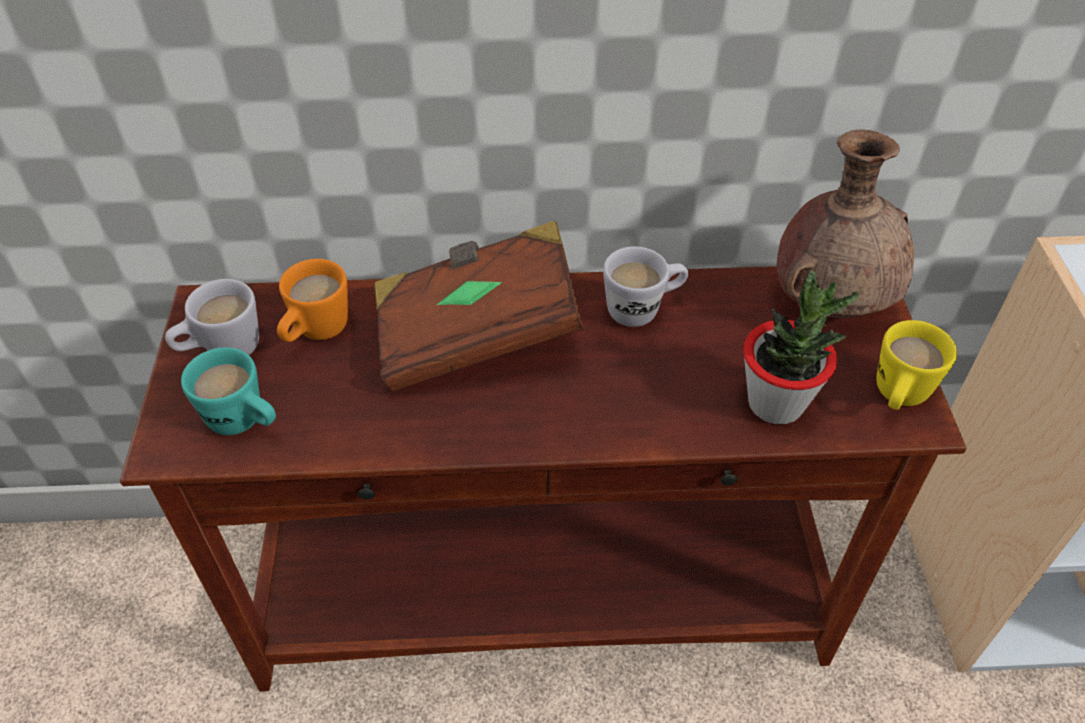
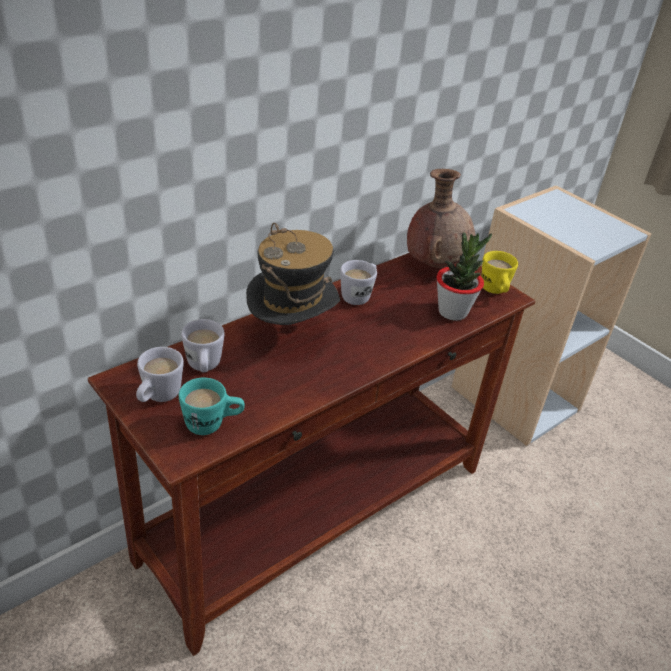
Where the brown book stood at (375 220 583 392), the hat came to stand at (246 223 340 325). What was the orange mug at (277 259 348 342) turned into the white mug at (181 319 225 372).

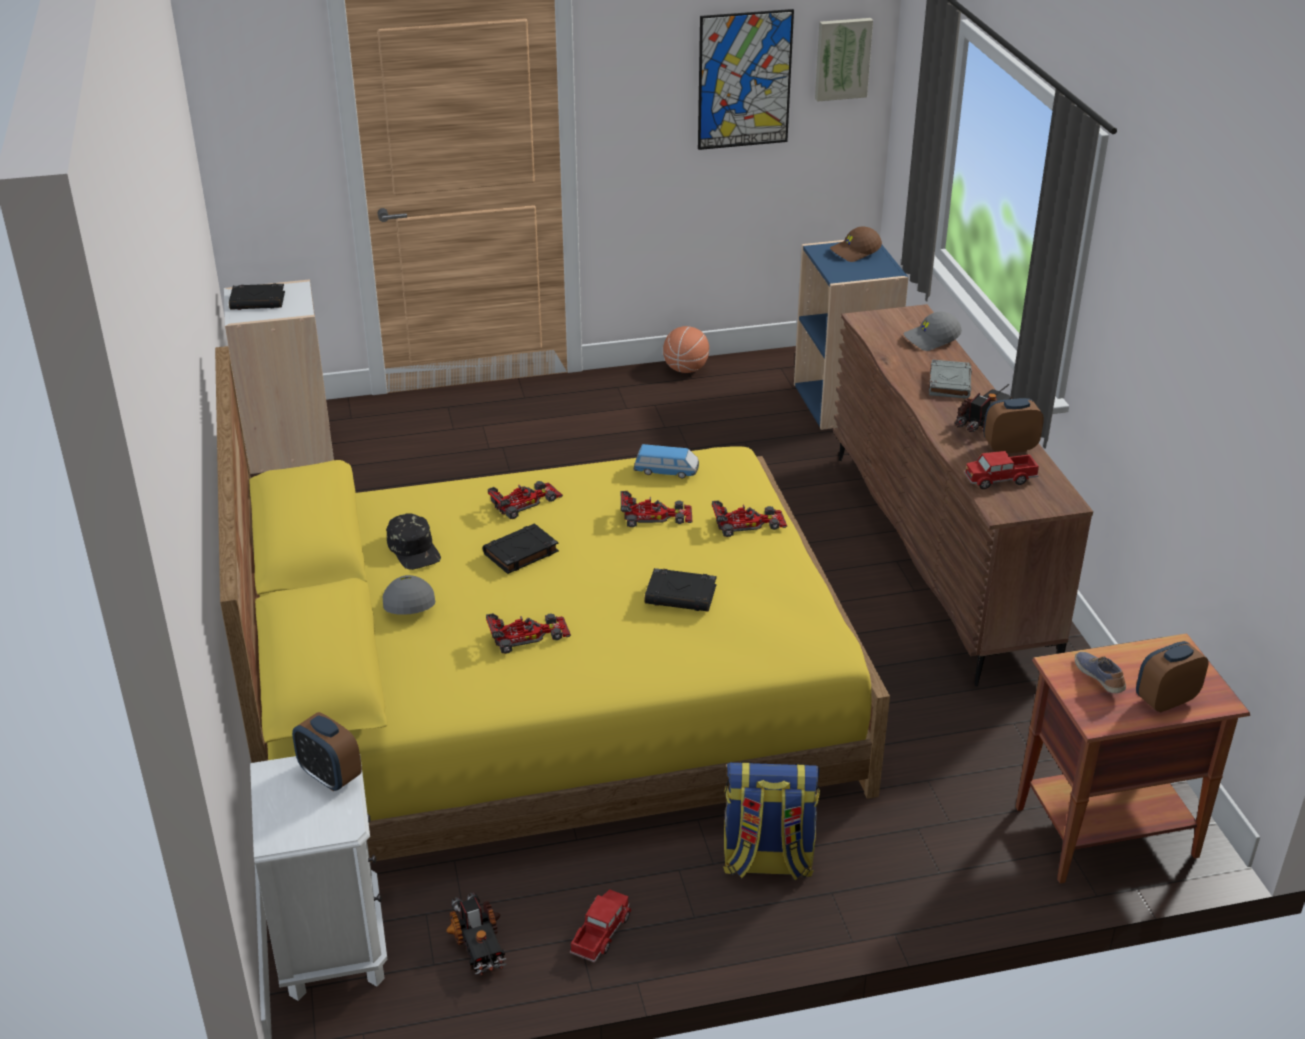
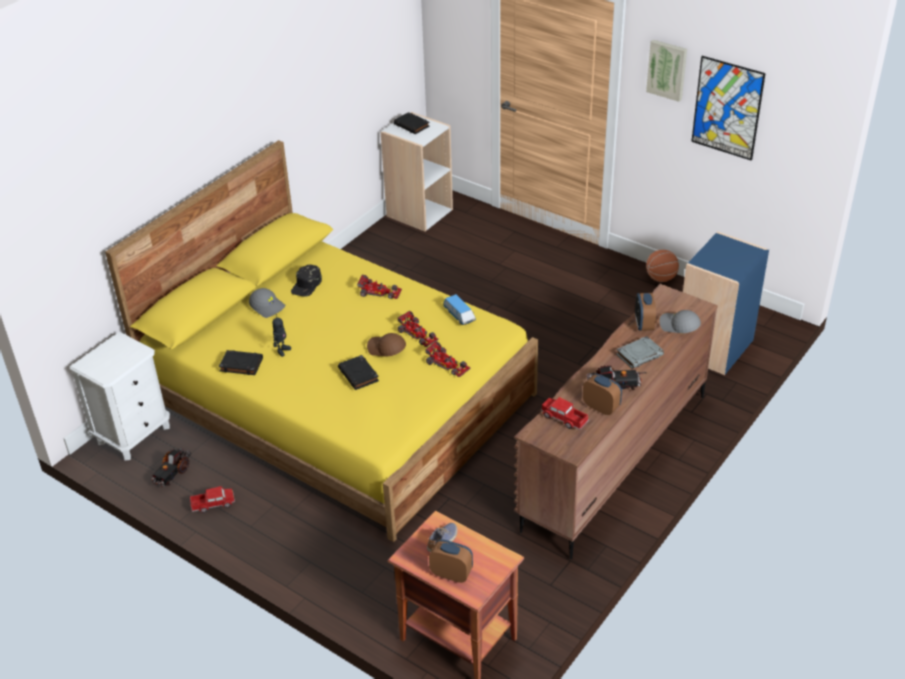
The second view lost the backpack at (723 762 820 881). The alarm clock ended up elsewhere, having gone from (292 712 362 791) to (635 293 656 331). The black book ended up elsewhere, having gone from (483 523 559 574) to (219 350 263 375). The picture ended up elsewhere, having gone from (815 18 873 102) to (646 40 687 102). The brown cap ended up elsewhere, having gone from (830 226 882 262) to (367 333 406 356). Where the toy car stood at (486 613 571 654), the toy robot came to stand at (272 314 291 357). The grey cap at (383 575 435 615) ended up facing another way, 90 degrees clockwise from before.

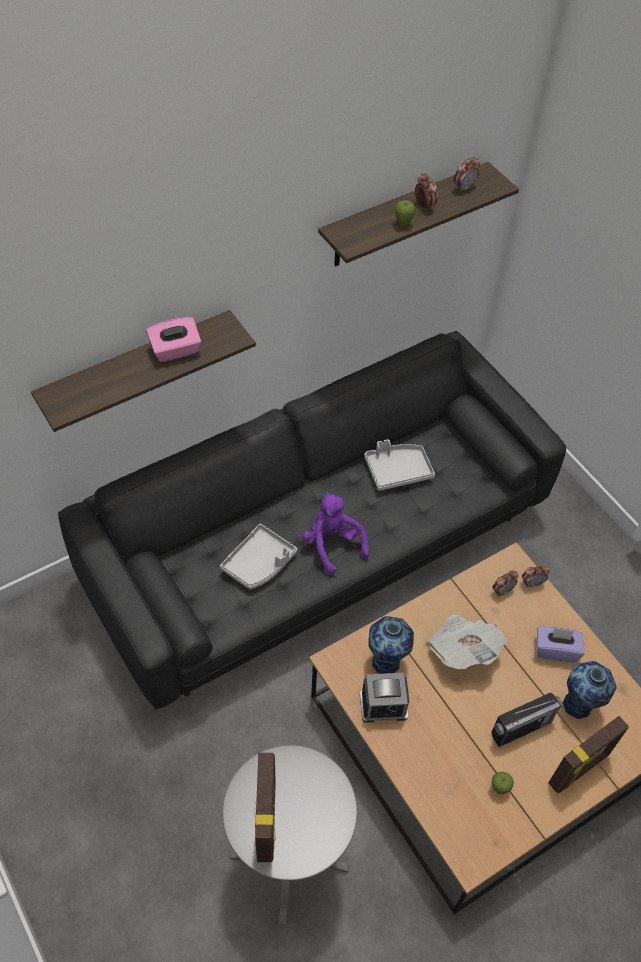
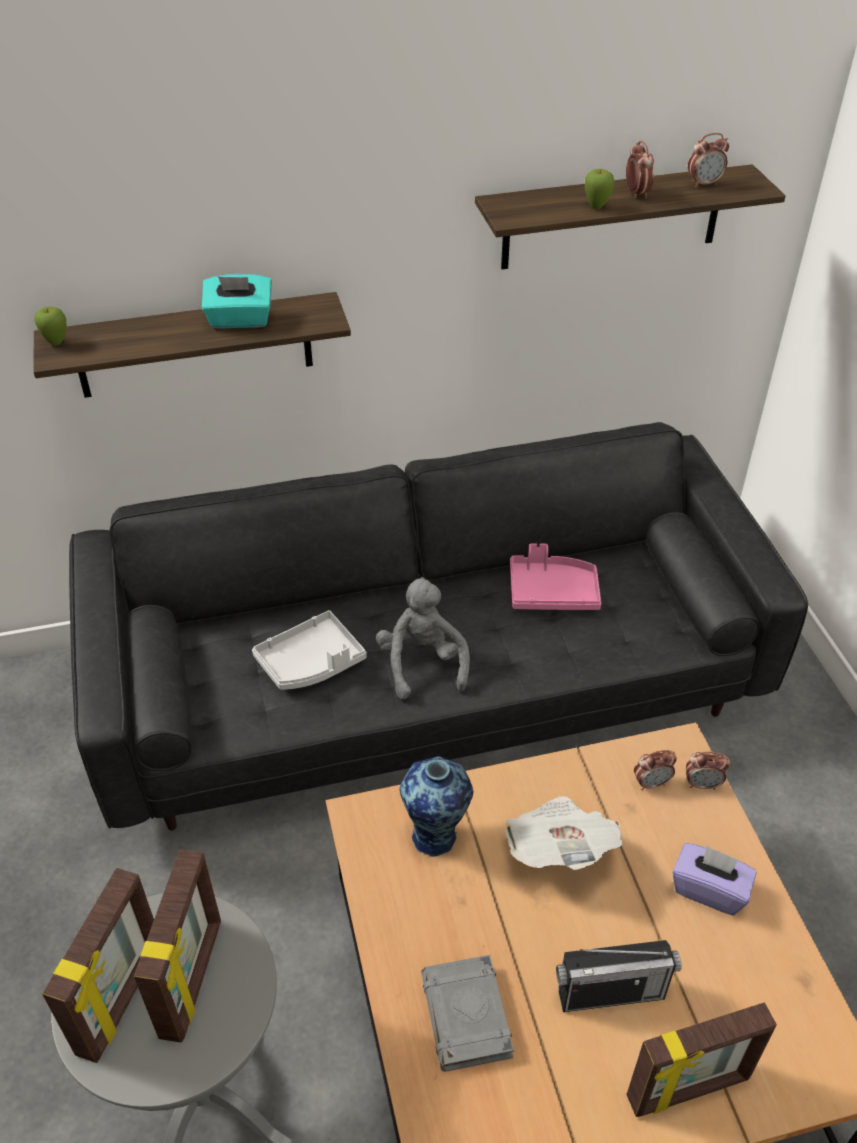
The second view lost the alarm clock at (360 673 409 723). The second view lost the vase at (563 661 617 719). The second view gained the picture frame at (134 849 221 1043). The second view gained the grey book at (421 955 514 1072). The apple ended up elsewhere, having gone from (492 772 514 794) to (34 306 67 346). What was the pink tissue box at (146 317 201 362) turned into the turquoise tissue box at (202 274 272 329). What was the purple plush toy at (302 492 369 575) turned into the grey plush toy at (376 577 470 699). What was the grey tray at (364 439 435 491) turned into the pink tray at (510 543 601 610).

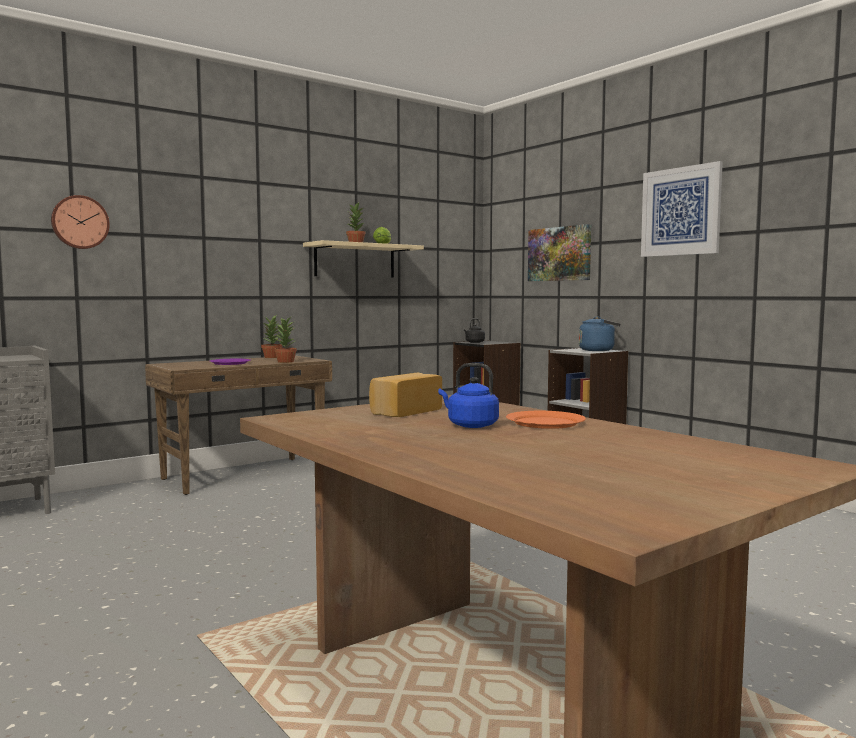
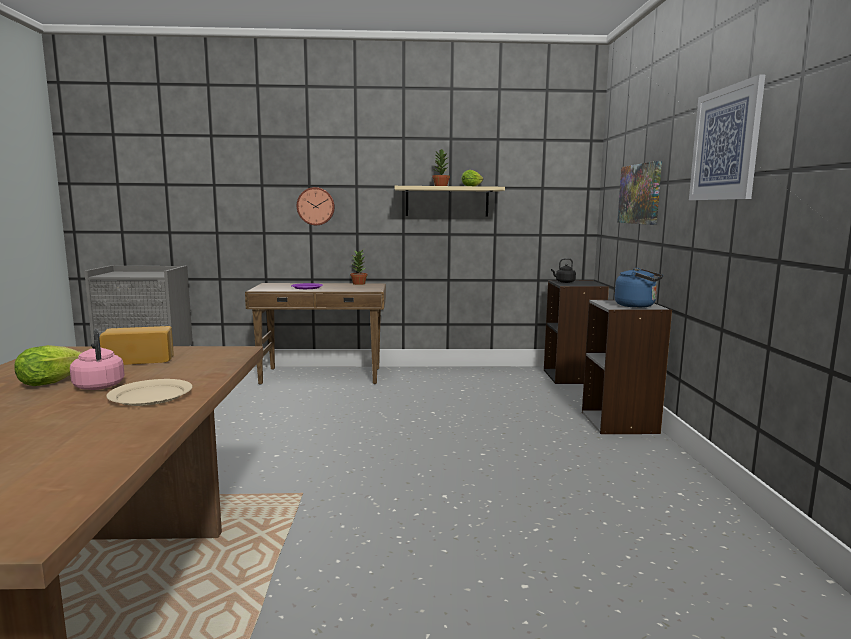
The second view lost the potted plant at (274 317 297 363). The second view gained the lettuce at (14 345 81 386). The wall clock ended up elsewhere, having gone from (51 195 110 249) to (297 187 335 225). What was the blue kettle at (438 363 499 428) turned into the pink kettle at (70 329 125 390). What was the orange plate at (506 411 586 429) turned into the beige plate at (106 379 193 406).

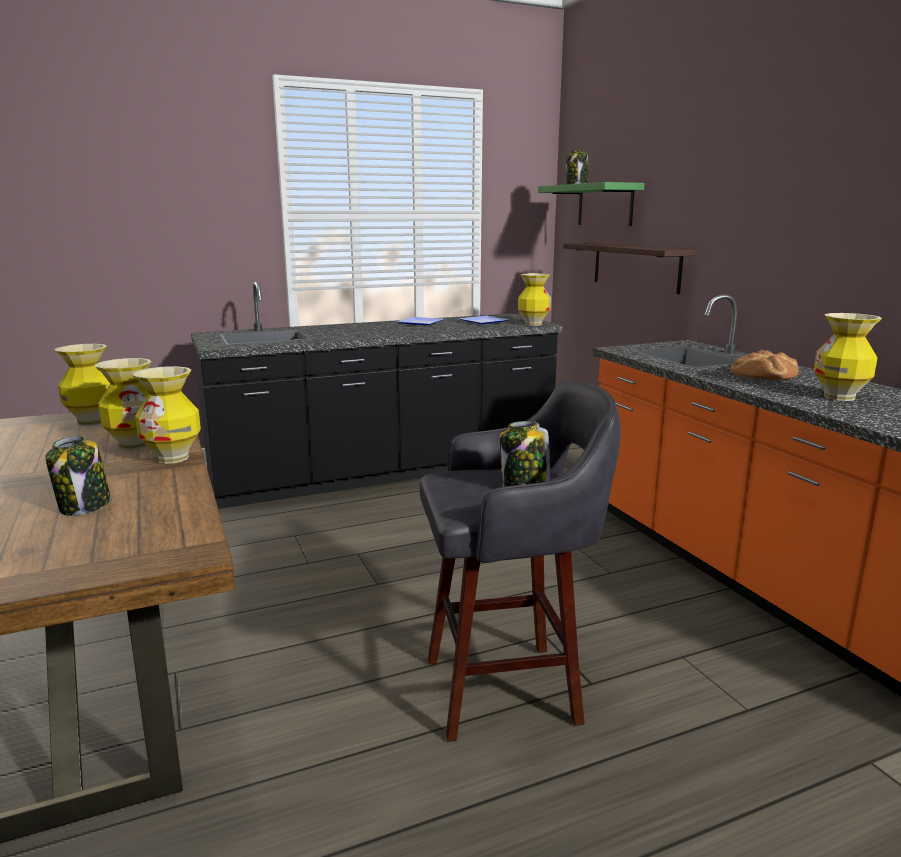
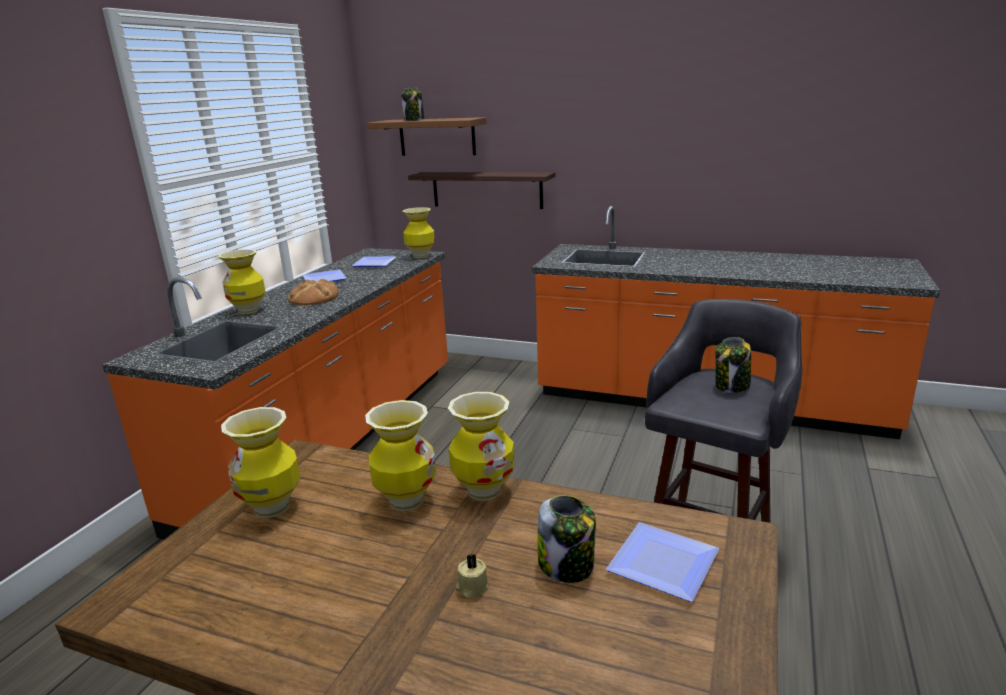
The second view gained the beige candle at (456 554 489 598). The second view gained the plate at (606 522 719 602). The bread ended up elsewhere, having gone from (730 350 799 380) to (288 279 339 305). The vase ended up elsewhere, having gone from (814 313 882 401) to (218 249 265 314). What was the black counter at (191 282 563 509) turned into the orange counter at (102 248 448 540). What was the green shelf at (538 182 645 226) turned into the brown shelf at (367 117 487 156).

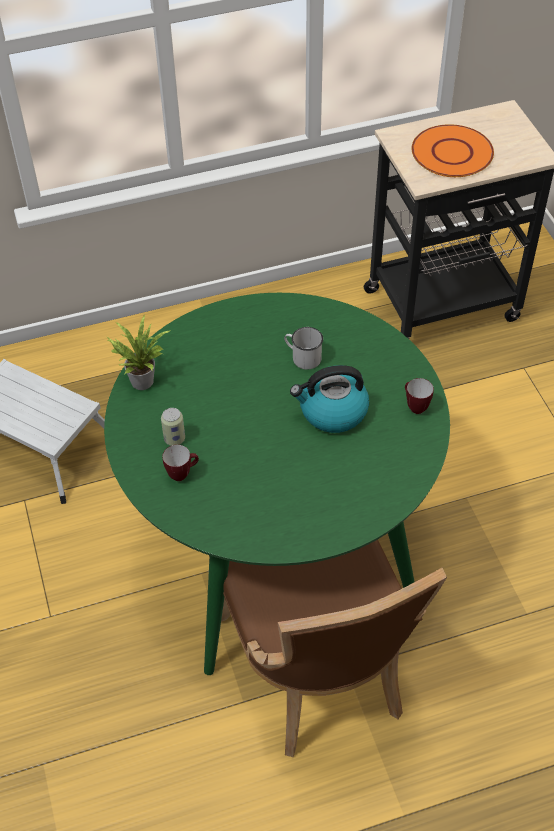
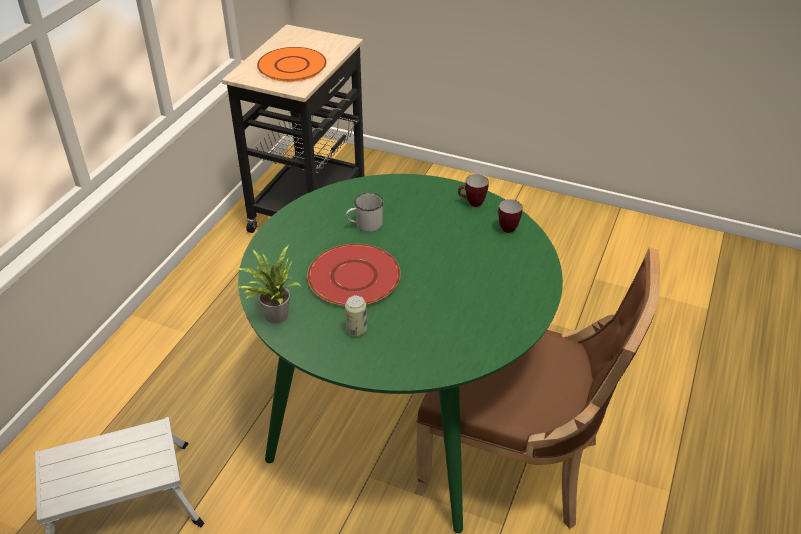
The second view lost the kettle at (290 365 369 433). The second view gained the red plate at (307 244 401 306). The mug ended up elsewhere, having gone from (162 445 199 481) to (498 199 523 233).

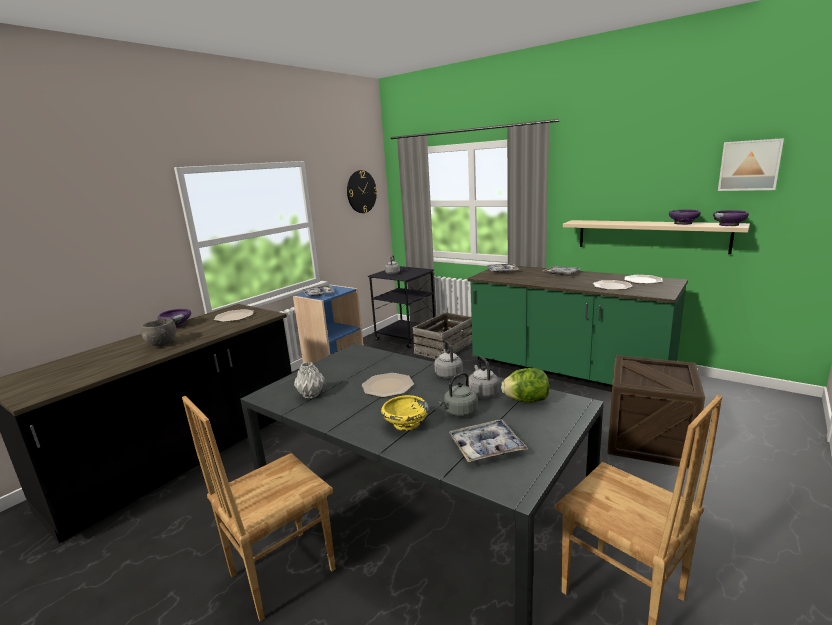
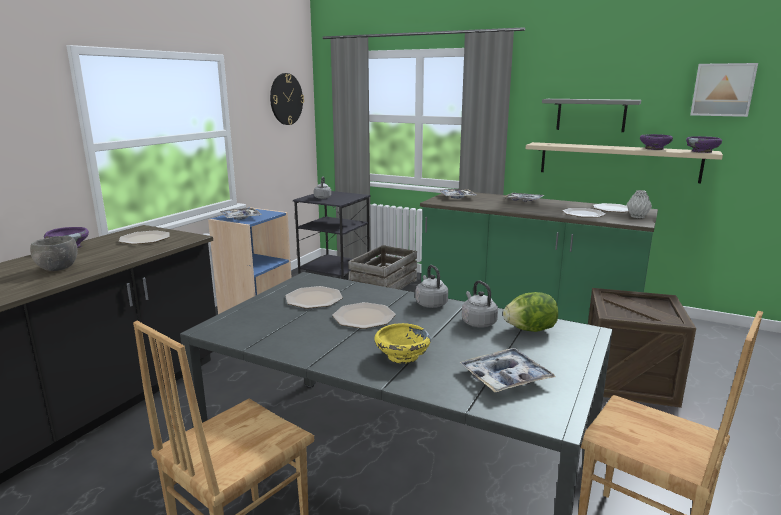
The second view lost the grey kettle at (438 372 477 417). The second view gained the plate at (286 286 343 309). The second view gained the grey shelf at (542 99 641 132). The grey vase ended up elsewhere, having gone from (294 362 325 399) to (626 190 652 218).

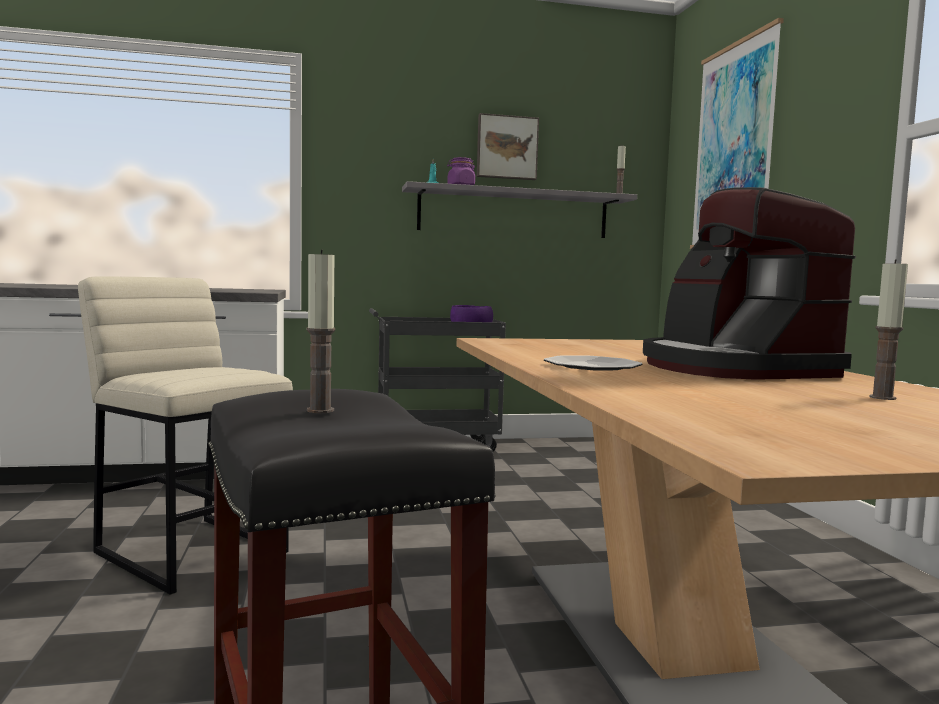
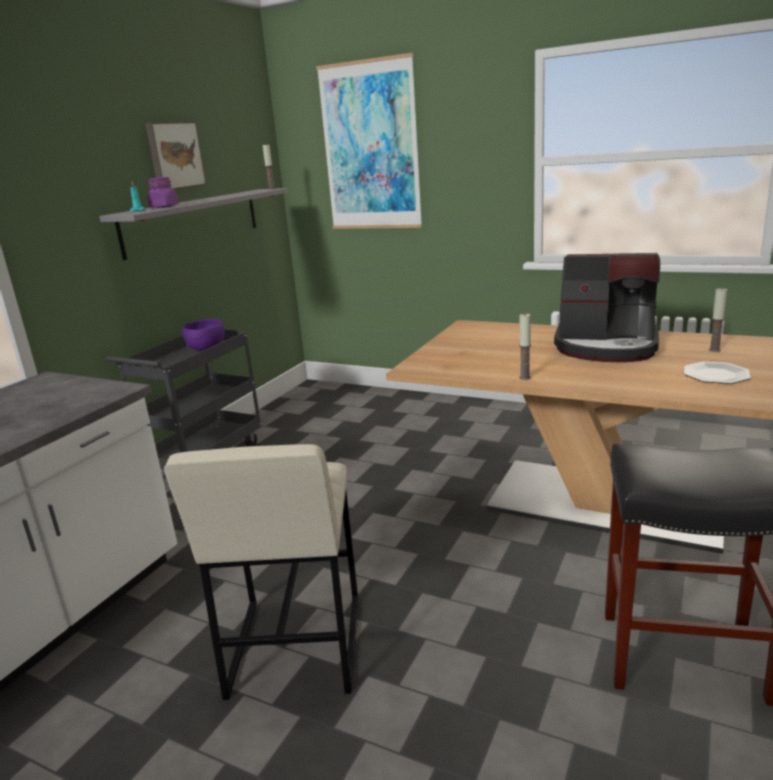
The candle ended up elsewhere, having gone from (307 249 335 413) to (519 313 531 380). The plate ended up elsewhere, having gone from (544 356 643 370) to (684 362 751 384). The beige chair at (78 277 293 595) ended up facing another way, 75 degrees counterclockwise from before.

